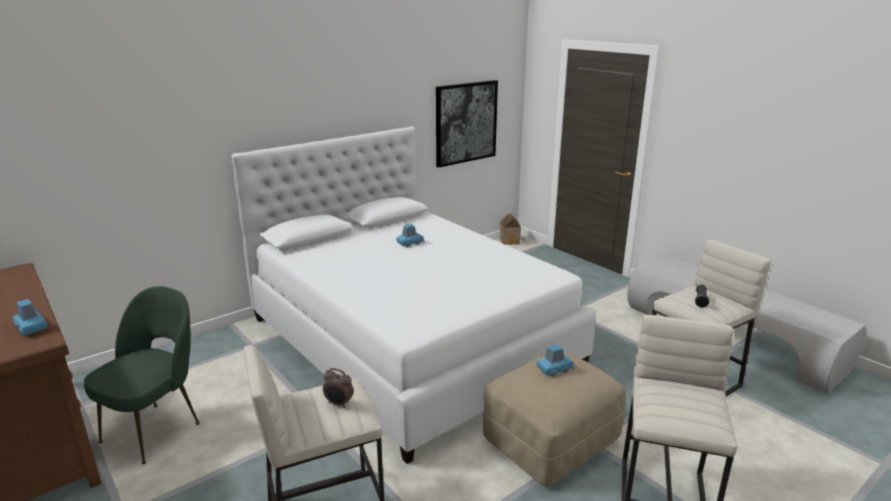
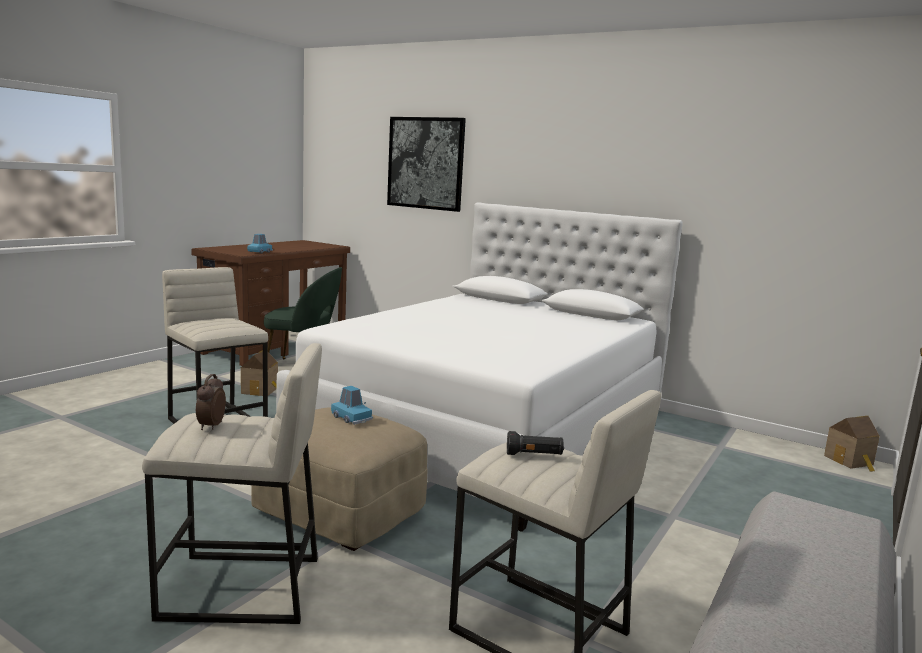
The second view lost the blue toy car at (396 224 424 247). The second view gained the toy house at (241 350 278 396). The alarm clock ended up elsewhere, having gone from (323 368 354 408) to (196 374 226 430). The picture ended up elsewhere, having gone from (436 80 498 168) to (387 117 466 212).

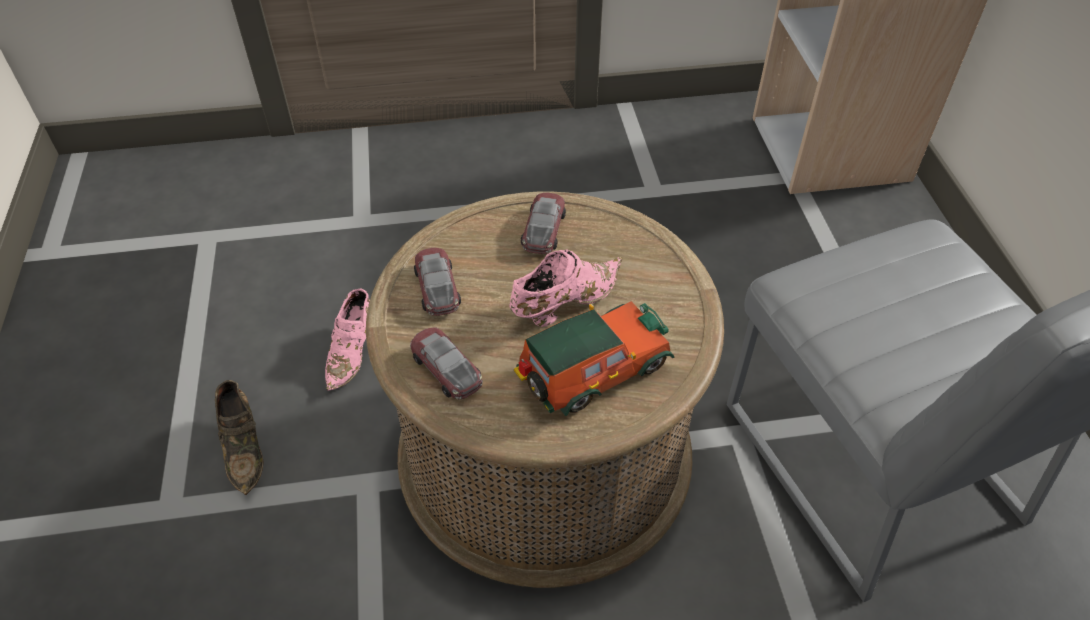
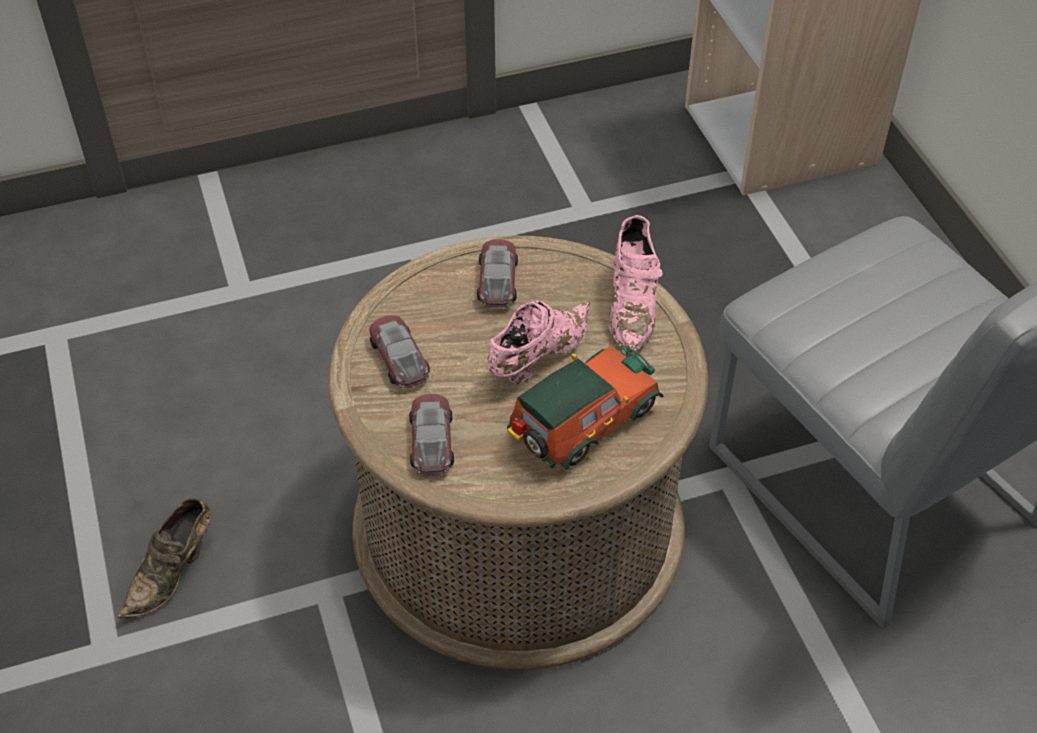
The pink shoe ended up elsewhere, having gone from (325 289 370 391) to (609 215 663 352). The brown shoe at (215 380 264 495) ended up facing another way, 60 degrees clockwise from before. The toy car at (410 328 483 400) ended up facing another way, 45 degrees clockwise from before.

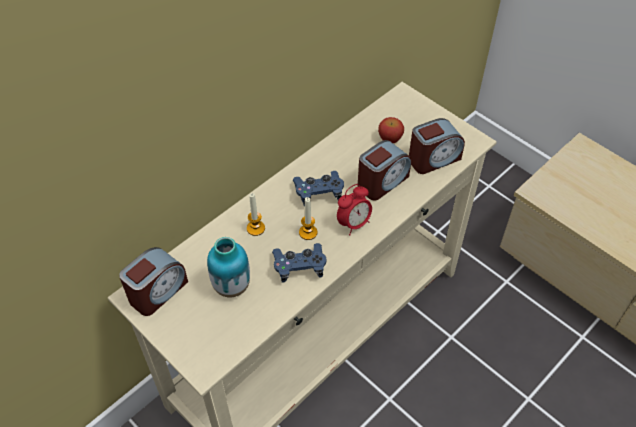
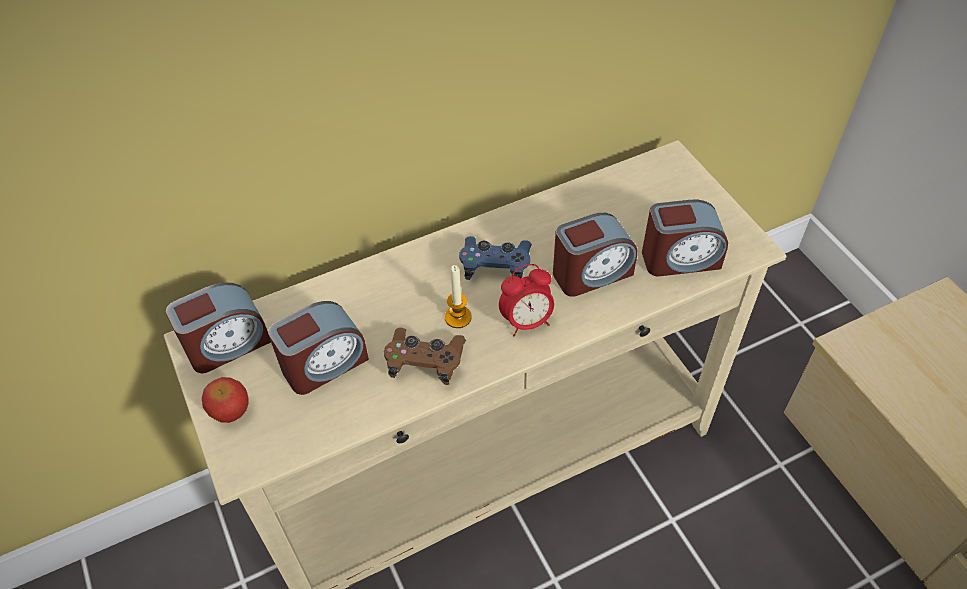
The second view lost the candle at (247 193 265 236). The apple ended up elsewhere, having gone from (378 117 404 143) to (202 377 249 423). Where the vase stood at (207 237 250 298), the alarm clock came to stand at (268 301 369 395). What was the blue game controller at (272 243 326 283) turned into the brown game controller at (384 328 466 385).

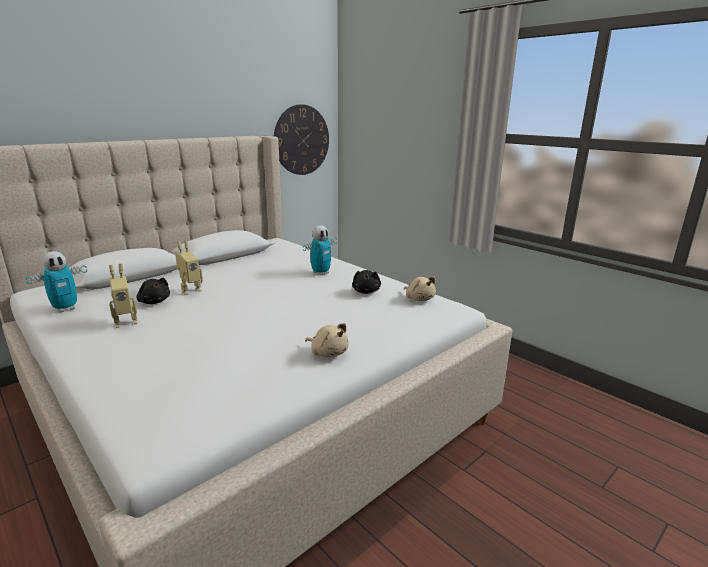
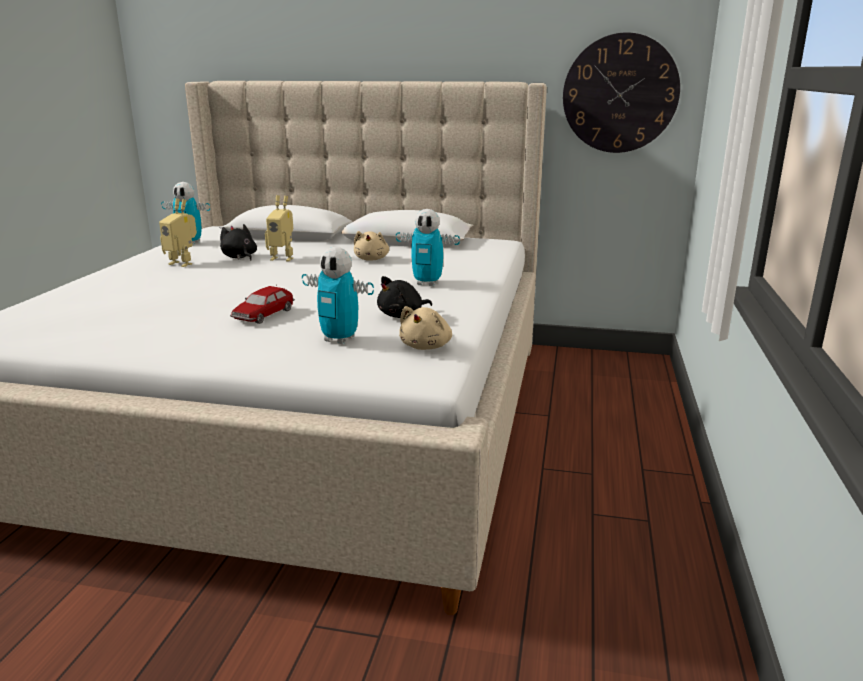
The second view gained the toy car at (230 286 295 324). The second view gained the toy robot at (302 247 374 344). The beige plush toy ended up elsewhere, having gone from (305 323 349 358) to (354 231 389 261). The black plush toy at (136 278 170 304) ended up facing another way, 135 degrees clockwise from before.

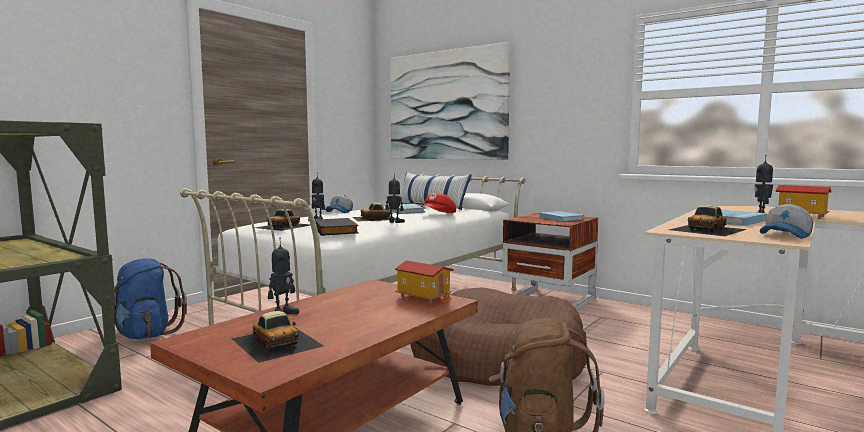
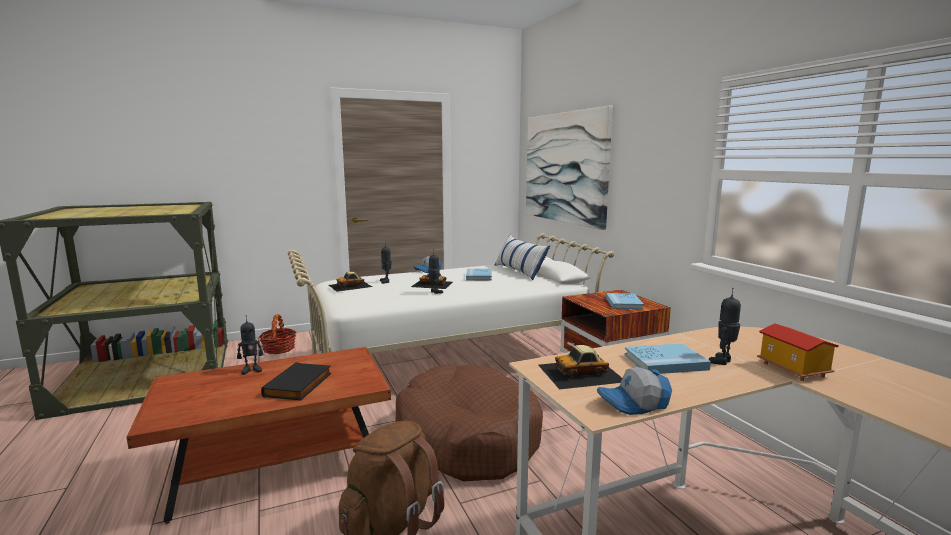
The second view lost the toy car at (232 311 324 363). The second view lost the toy house at (395 260 454 304). The second view lost the red cap at (420 193 456 213). The black book ended up elsewhere, having gone from (315 218 359 236) to (261 362 331 400). Where the blue backpack stood at (113 258 187 339), the basket came to stand at (259 314 296 354).

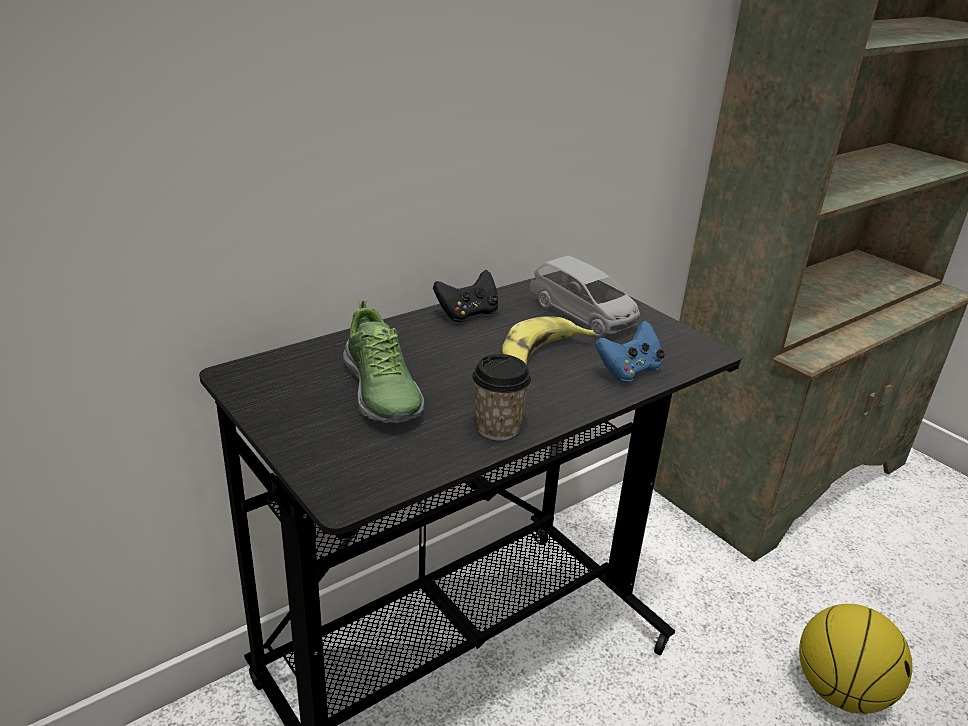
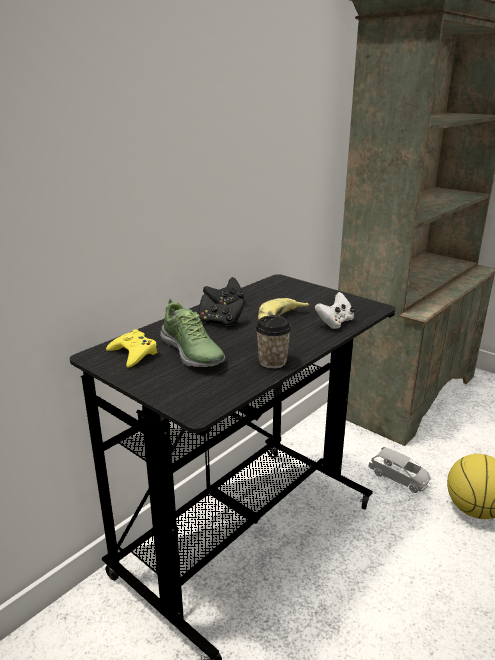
The second view gained the yellow game controller at (106 329 158 368). The second view gained the black game controller at (199 294 244 327). The grey toy car ended up elsewhere, having gone from (530 256 640 338) to (369 447 430 493). What was the blue game controller at (595 321 665 383) turned into the white game controller at (315 292 355 329).

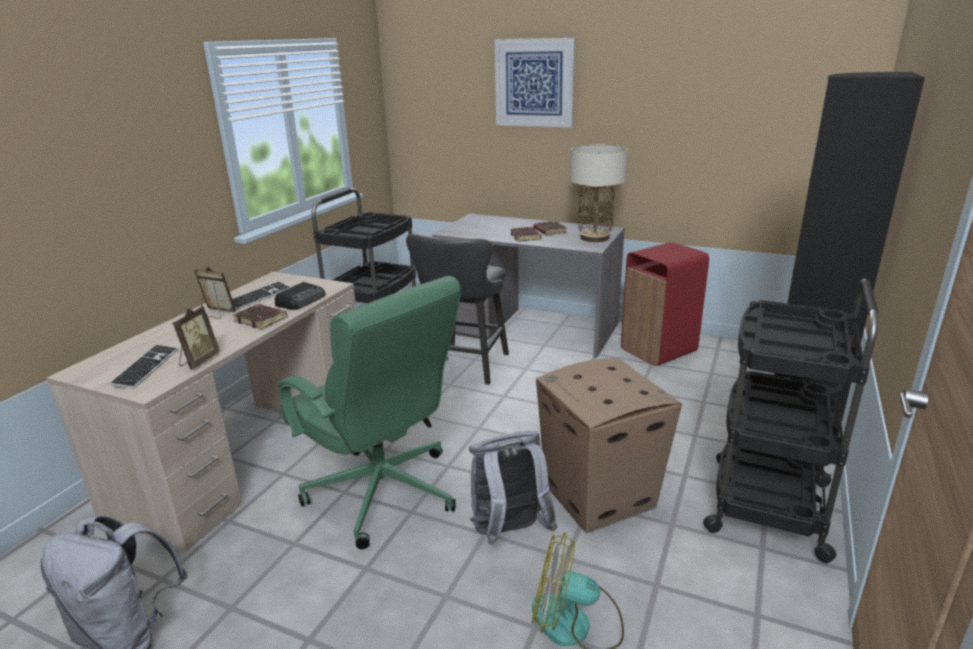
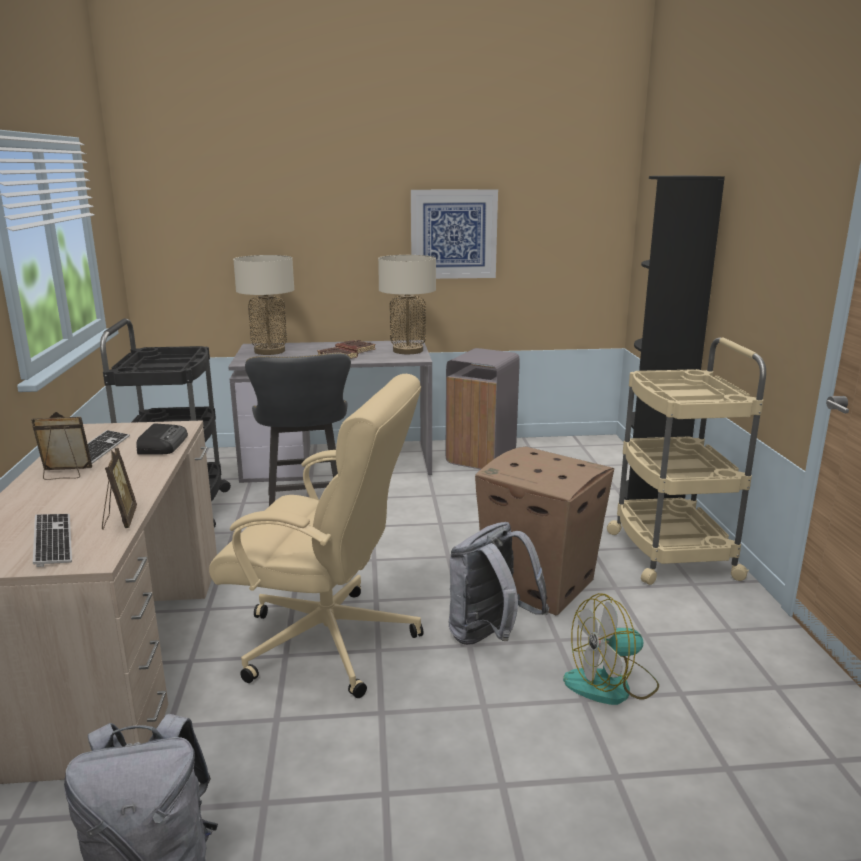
The second view lost the brown book at (232 304 287 329). The second view gained the table lamp at (233 255 295 355). The picture ended up elsewhere, having gone from (495 38 575 128) to (411 189 498 279). What was the green office chair at (277 276 461 549) turned into the beige office chair at (209 374 423 698). What was the red trash can at (621 242 709 366) turned into the grey trash can at (446 348 520 470). What was the black cart at (703 279 878 563) turned into the beige cart at (607 338 766 585).

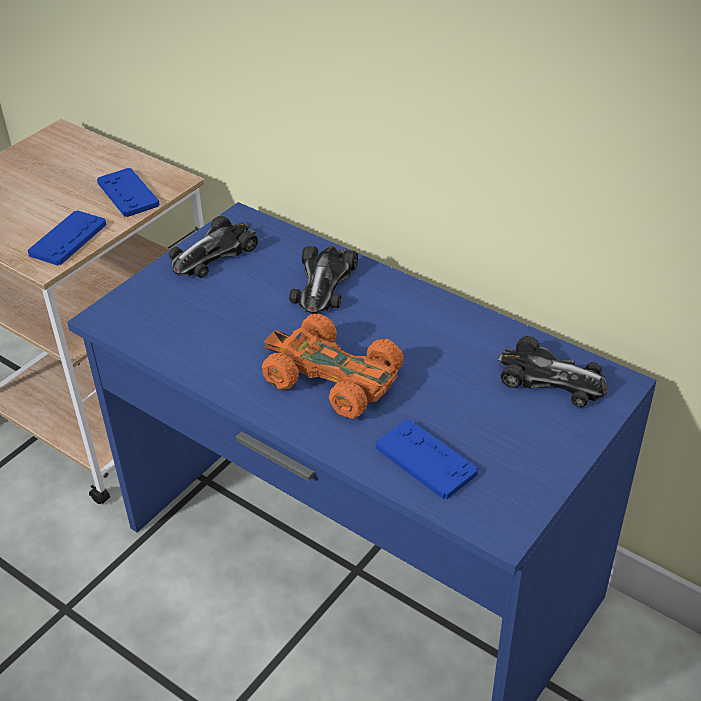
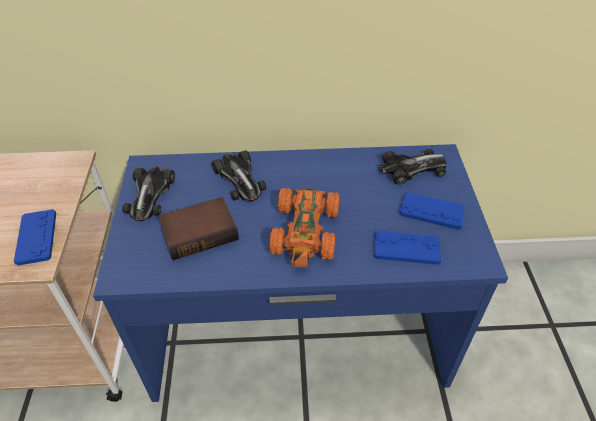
The second view gained the book at (159 197 239 260). The blue game controller ended up elsewhere, having gone from (97 168 160 217) to (400 192 465 230). The orange toy car at (262 313 404 419) ended up facing another way, 75 degrees counterclockwise from before.

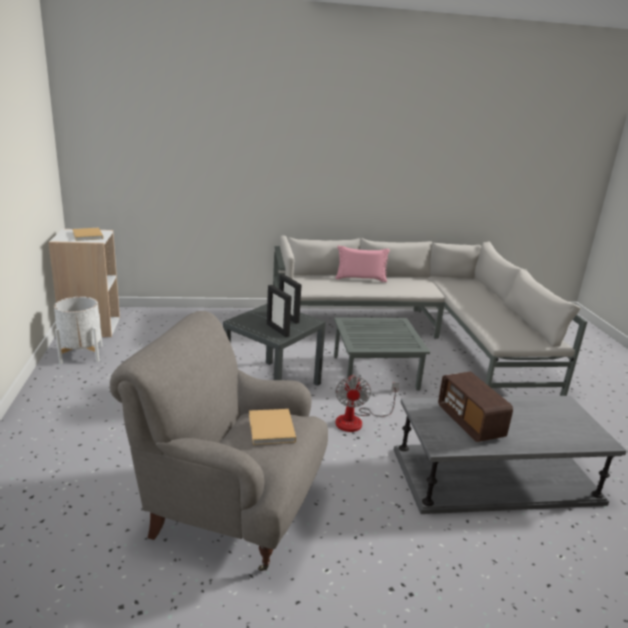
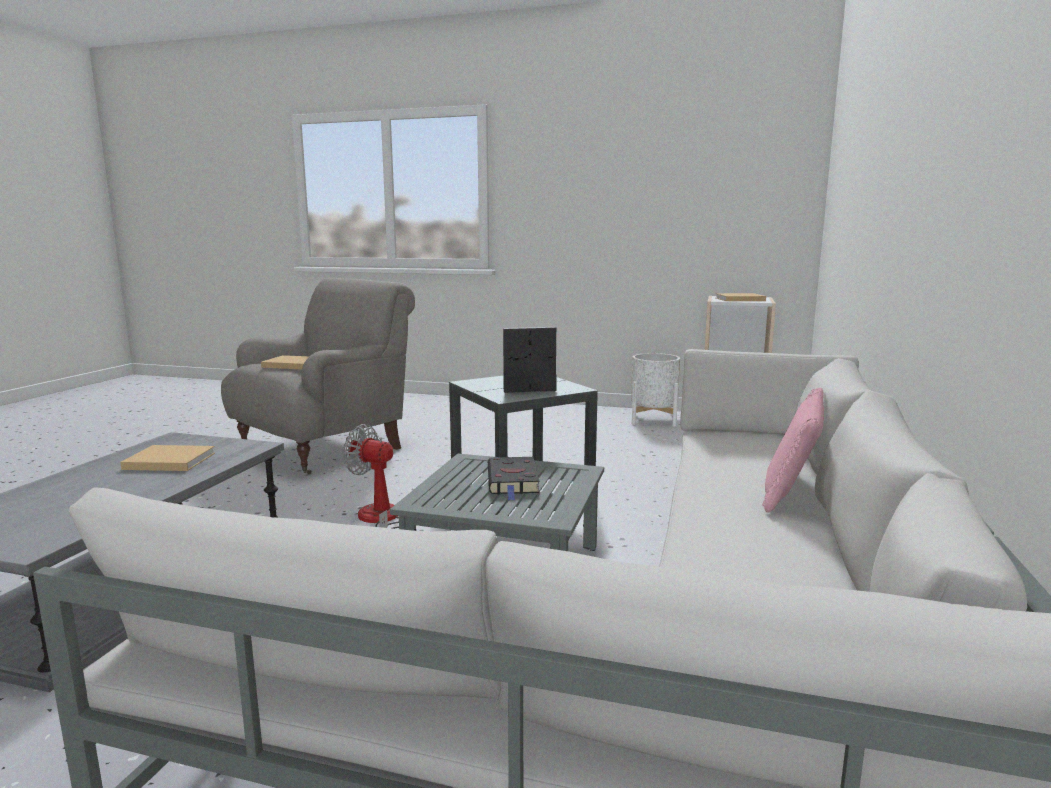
The second view lost the picture frame at (267 285 292 337). The second view gained the black book at (488 457 540 500). Where the radio stood at (438 372 513 442), the beige book came to stand at (120 445 215 471).

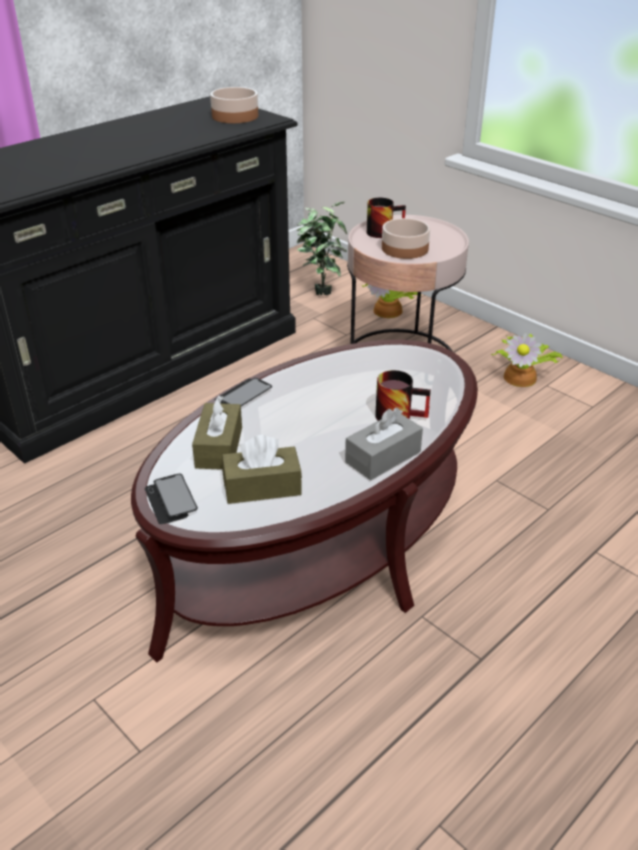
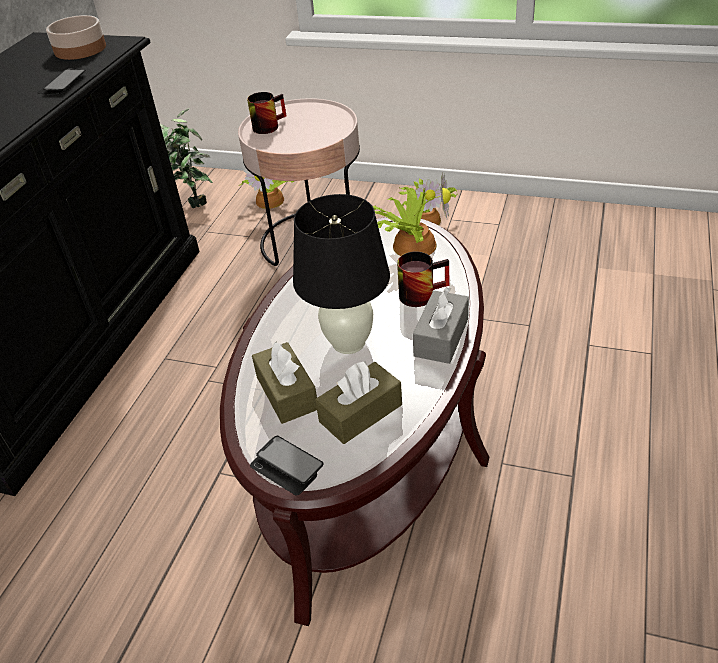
The second view lost the bowl at (382 218 430 259). The second view gained the black table lamp at (293 194 390 354). The second view gained the potted plant at (373 173 451 256). The phone ended up elsewhere, having gone from (214 378 272 406) to (37 69 86 94).

